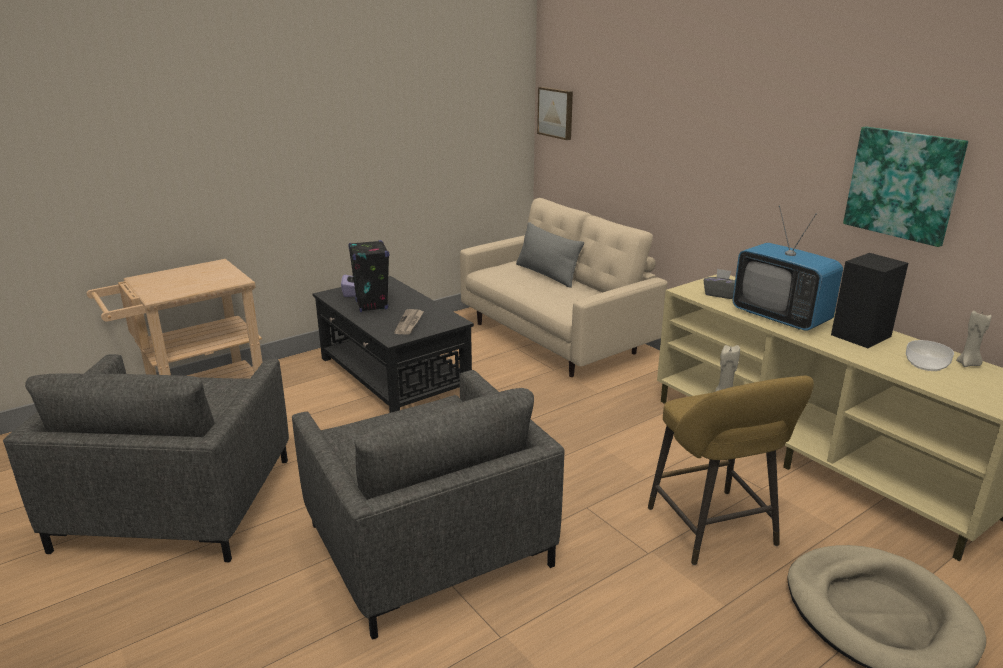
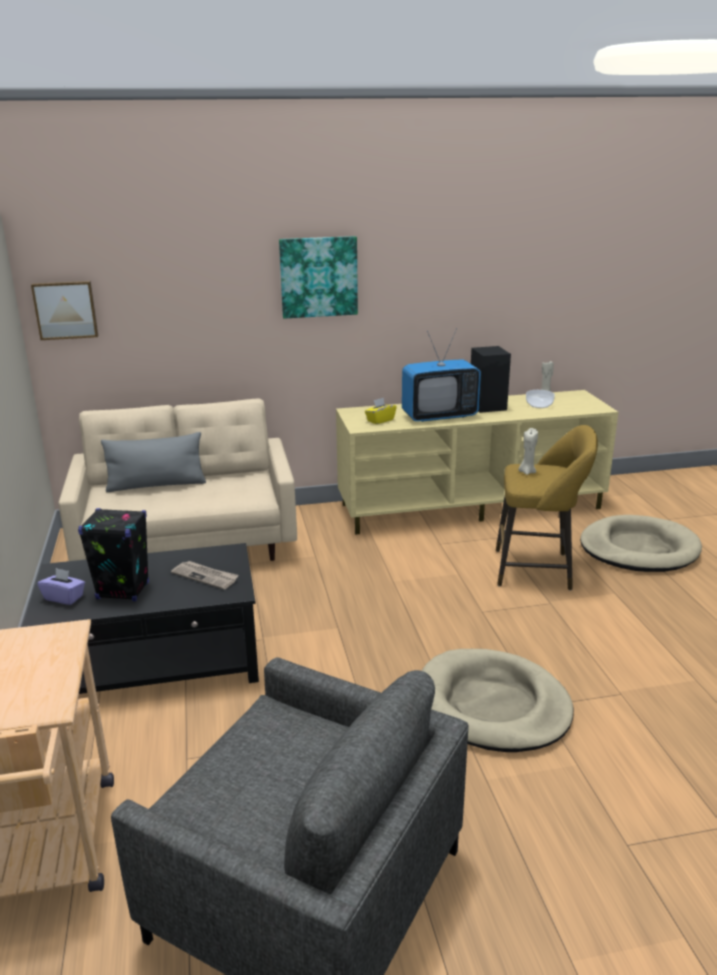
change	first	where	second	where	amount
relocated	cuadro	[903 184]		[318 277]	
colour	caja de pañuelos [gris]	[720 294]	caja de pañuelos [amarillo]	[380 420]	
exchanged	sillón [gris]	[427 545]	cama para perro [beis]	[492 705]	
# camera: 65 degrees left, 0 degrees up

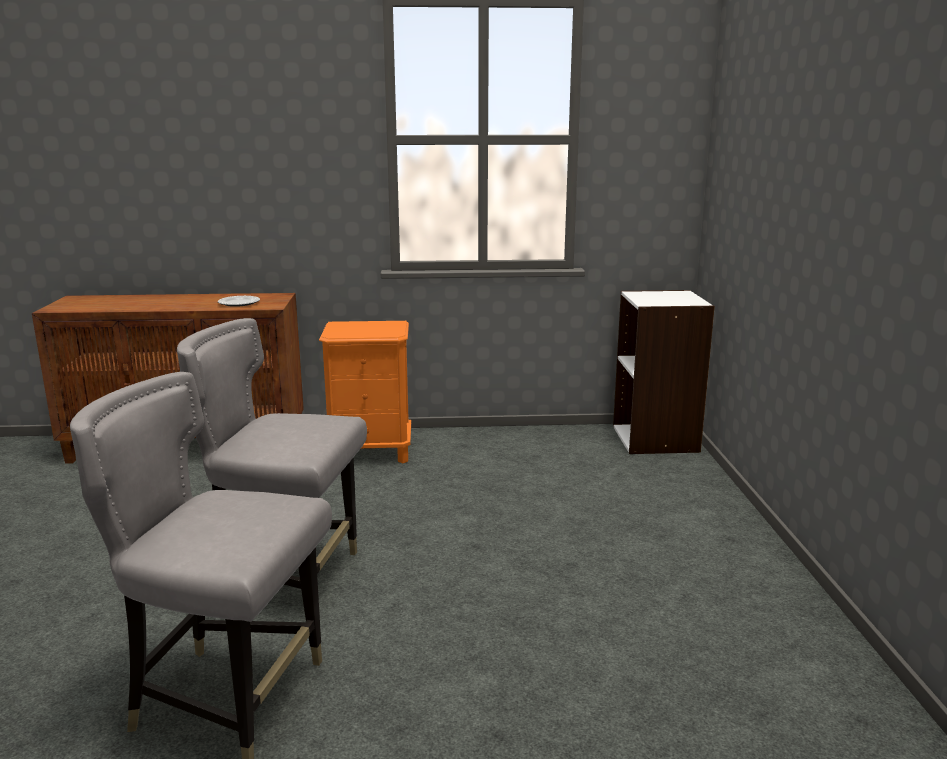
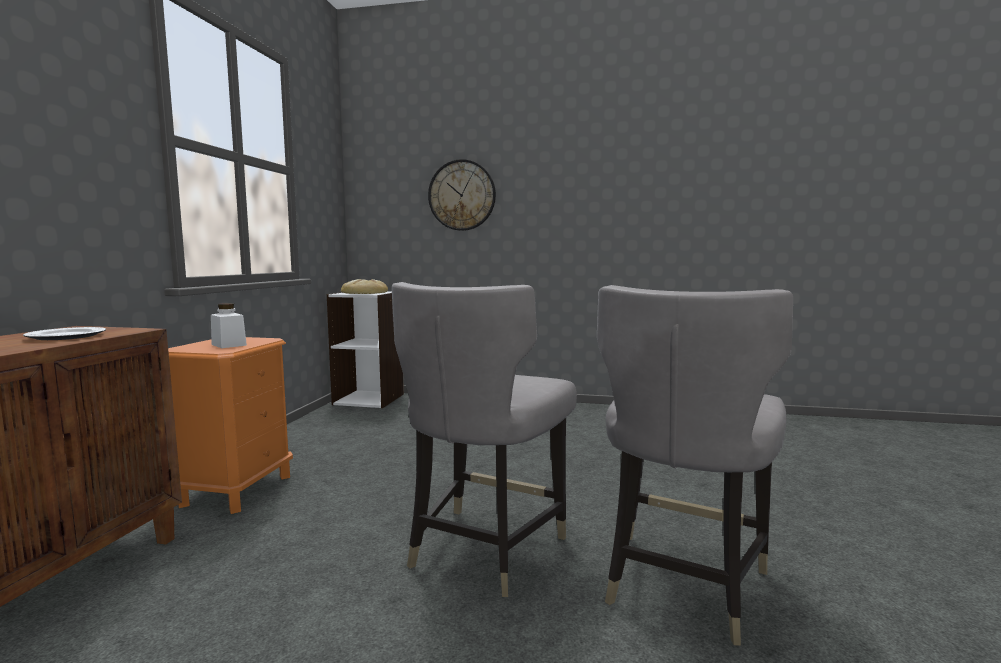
change	first	where	second	where	amount
appeared			tarro [blanco]	[229 345]	
appeared			pan	[365 292]	
appeared			reloj de pared	[462 195]	
# camera: 75 degrees left, 10 degrees down

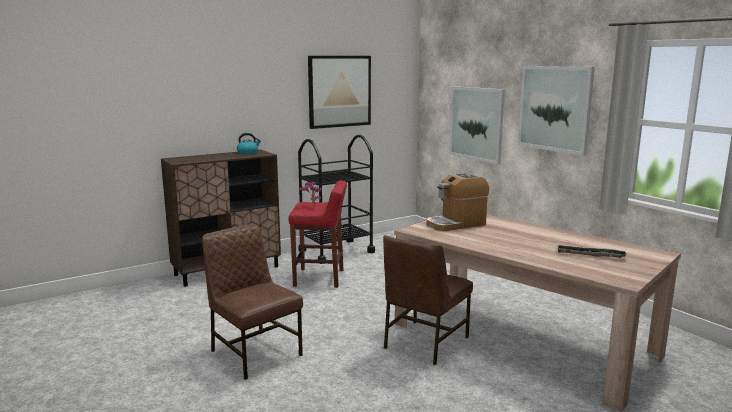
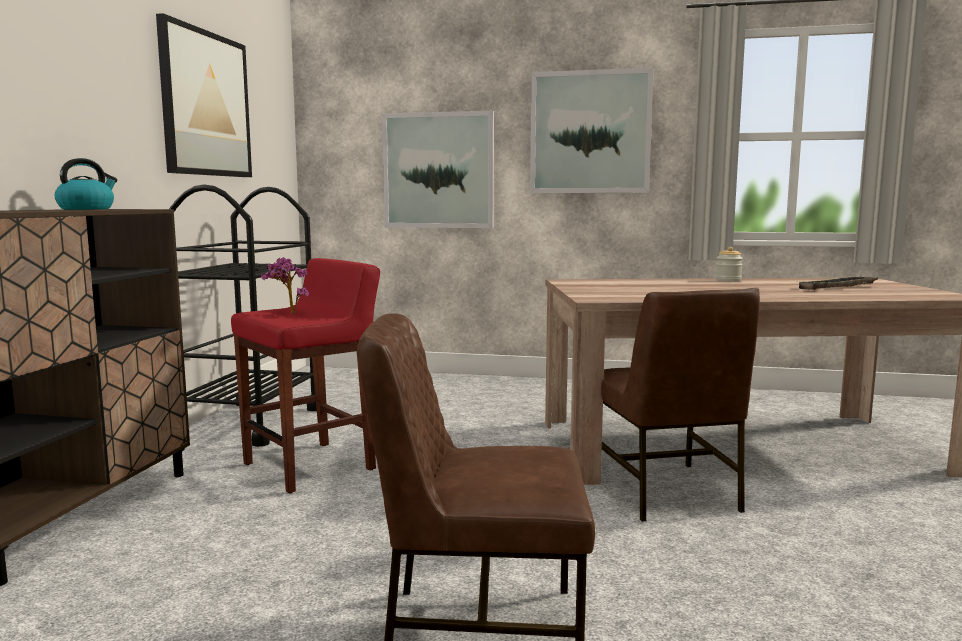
change	first	where	second	where	amount
appeared			tarro	[728 280]	
missing	cafetera	[456 224]			
# camera: 45 degrees left, 5 degrees down

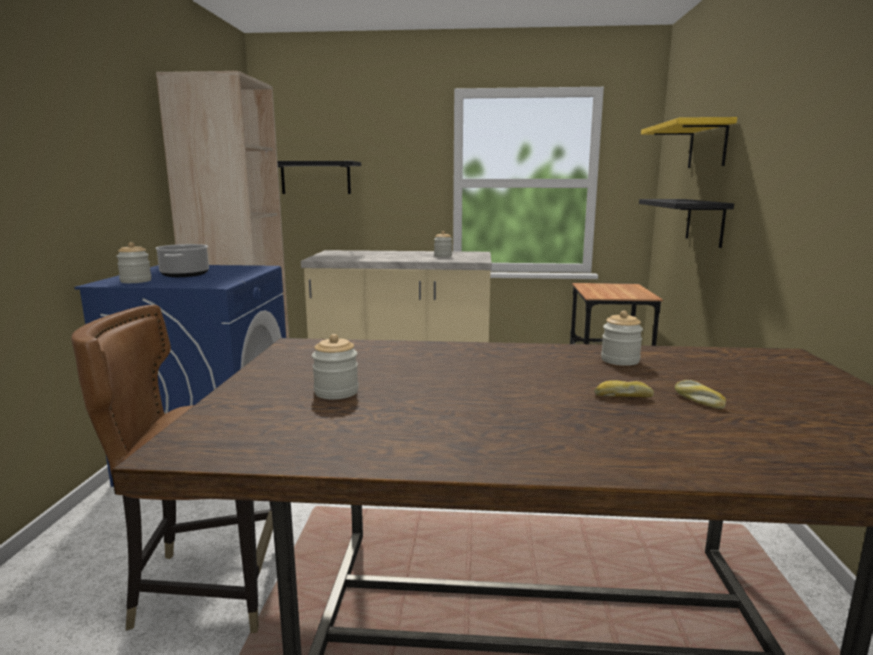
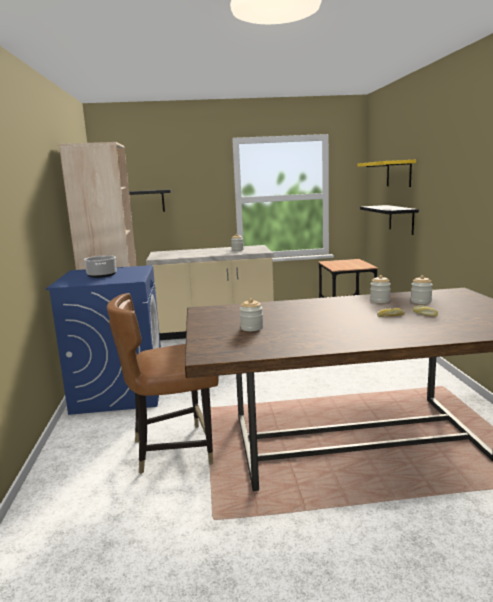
change	first	where	second	where	amount
relocated	tarro	[136 281]		[421 301]	
# camera: 10 degrees left, 0 degrees up

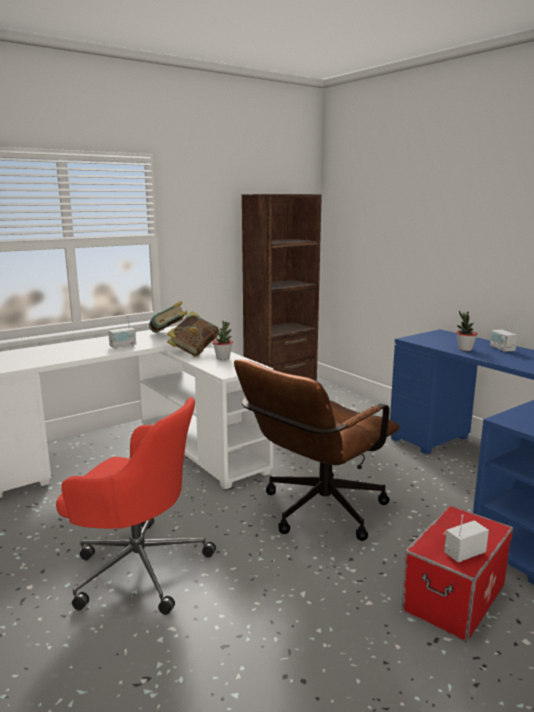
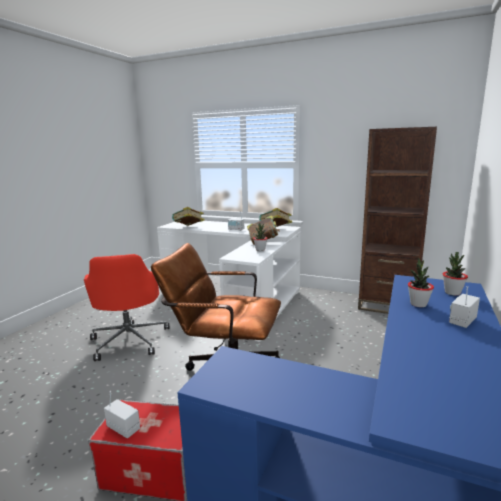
change	first	where	second	where	amount
appeared			libro	[188 227]	
appeared			planta en maceta	[452 293]	
# camera: 60 degrees right, 0 degrees up

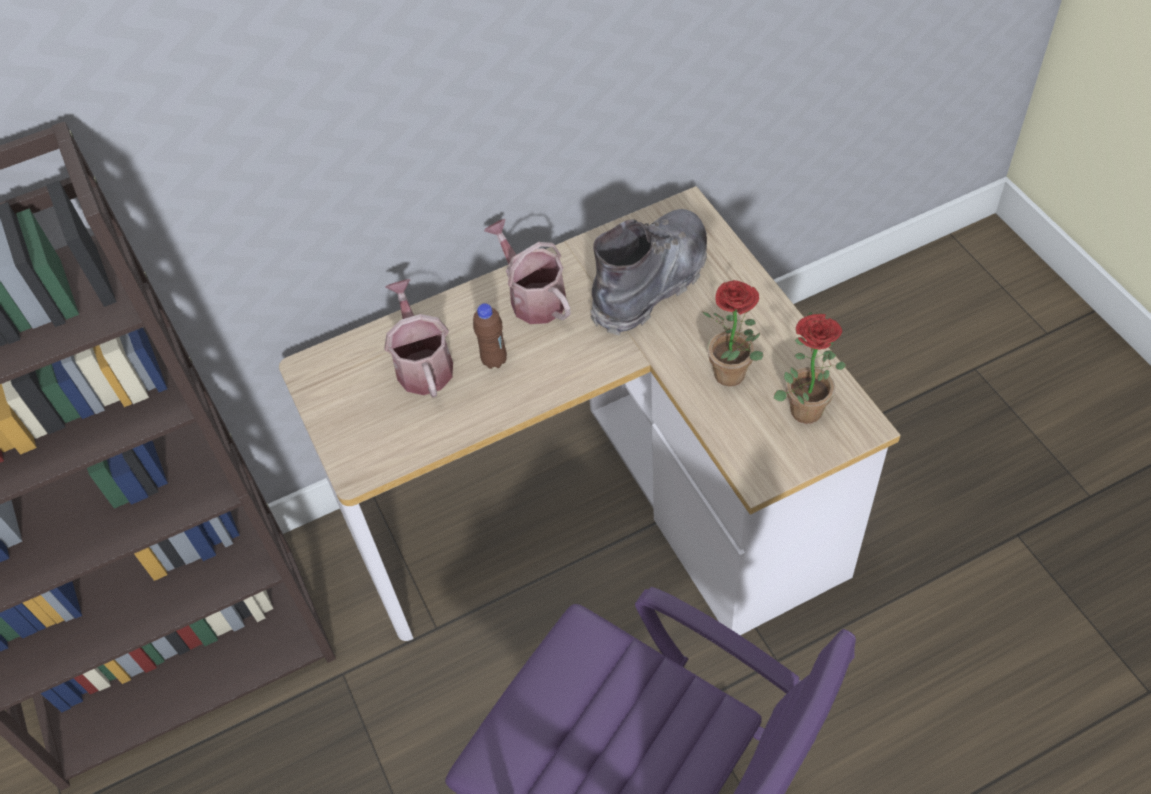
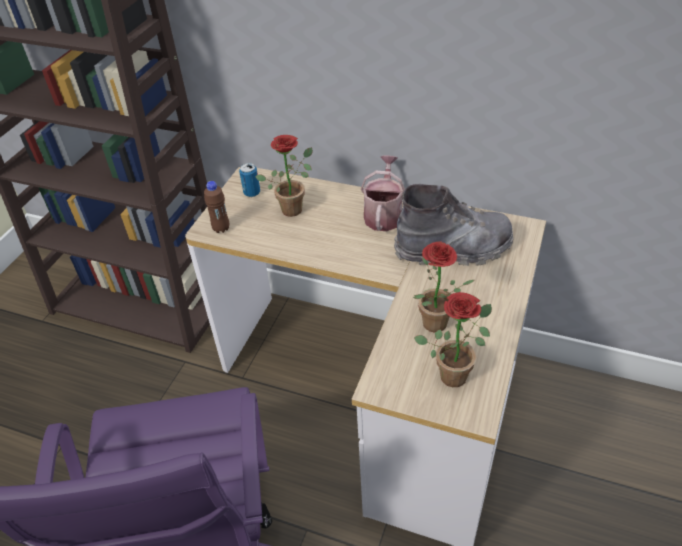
change	first	where	second	where	amount
relocated	botella [marrón]	[494 360]		[221 228]	
appeared			lata	[252 193]	
exchanged	regadera	[422 364]	planta en maceta	[294 207]	
# camera: 45 degrees right, 10 degrees down

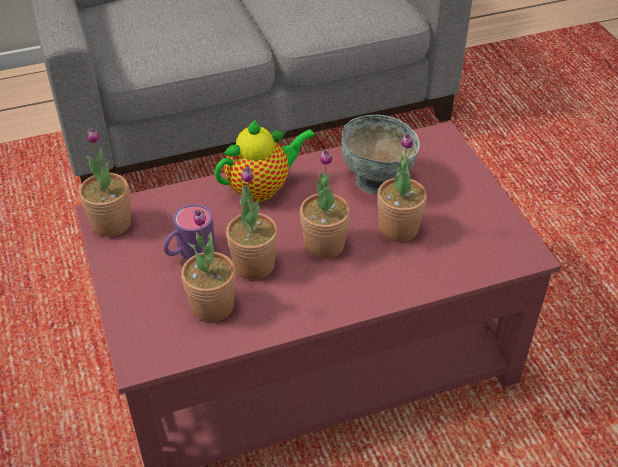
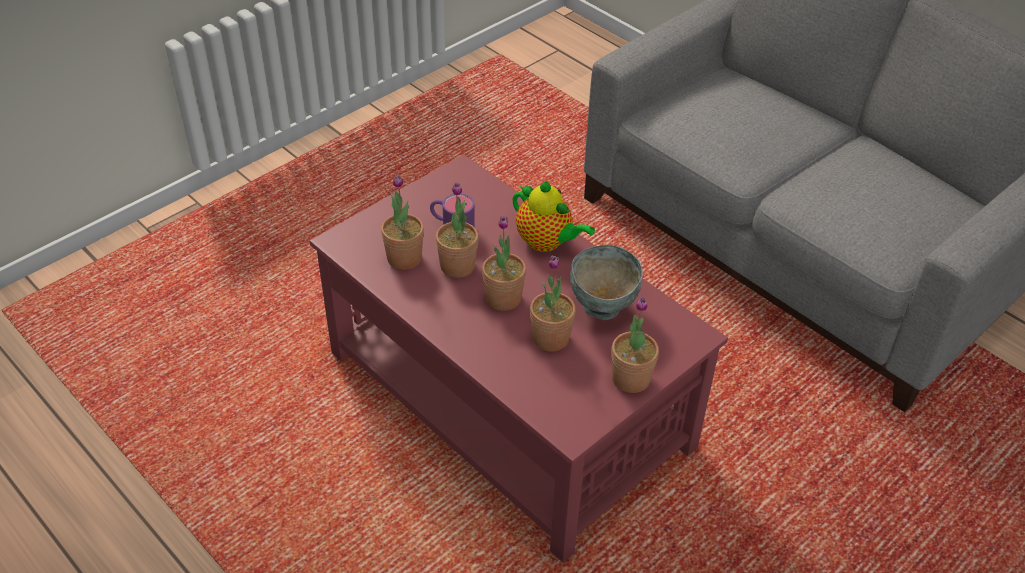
change	first	where	second	where	amount
relocated	planta en maceta	[111 223]		[631 379]	
# camera: 65 degrees right, 0 degrees up

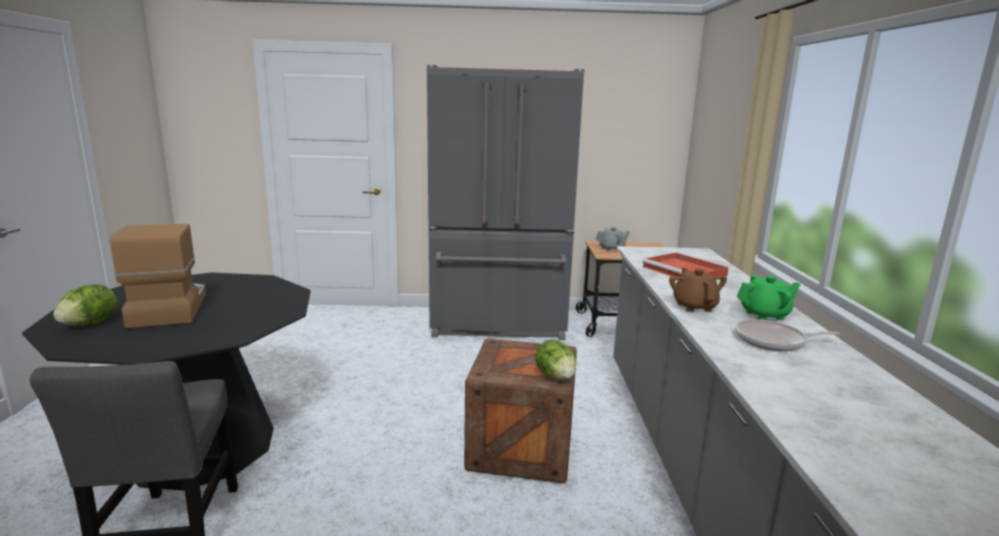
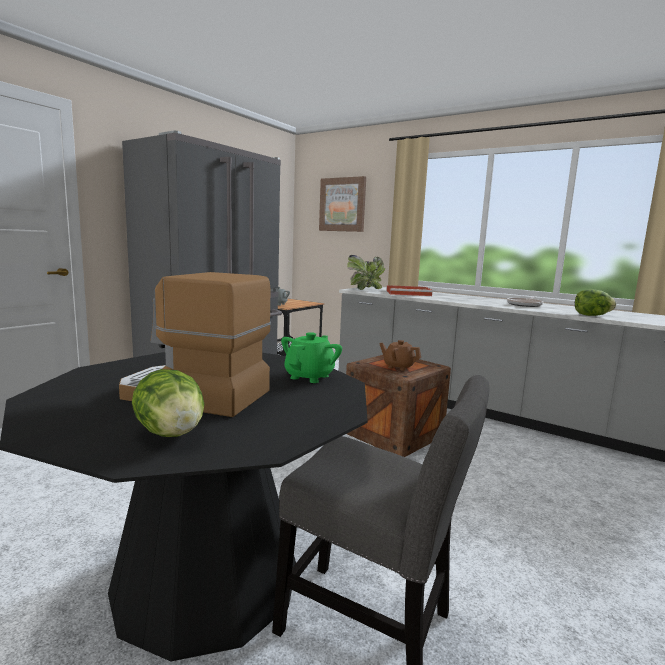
change	first	where	second	where	amount
relocated	tetera [verde]	[765 315]		[310 376]	
appeared			cuadro	[342 204]	
appeared			planta en maceta	[366 290]	
relocated	tetera [marrón]	[694 307]		[398 367]	
relocated	lechuga	[555 377]		[591 315]	
# camera: 55 degrees left, 5 degrees down

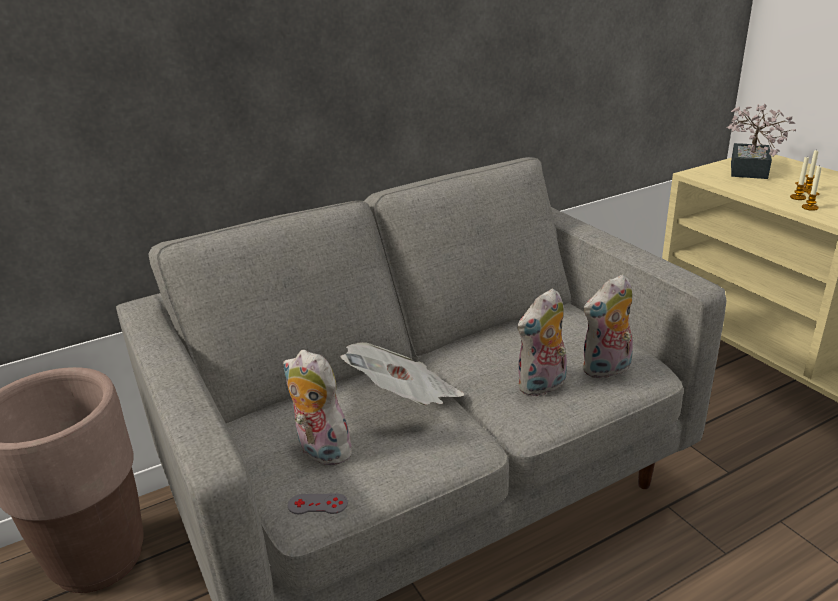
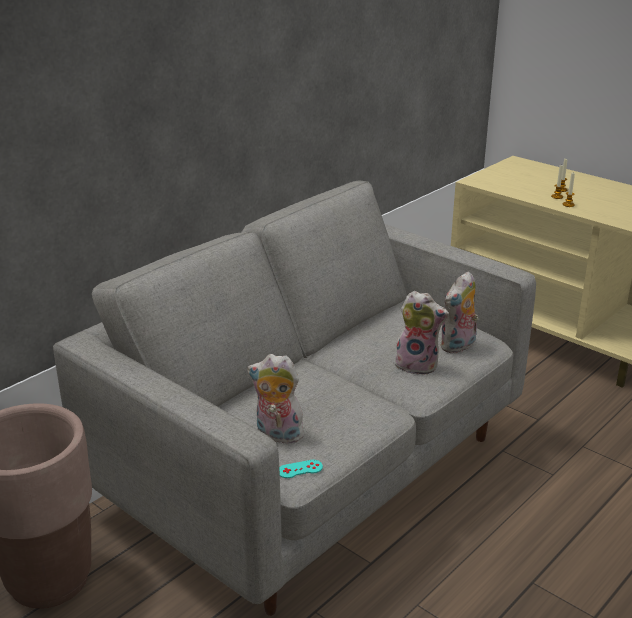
change	first	where	second	where	amount
colour	mando de consola [gris]	[317 504]	mando de consola [turquesa]	[300 469]	
spun	peluche	[542 386]		[418 365]	105 degrees counterclockwise
missing	periódico	[405 399]			
missing	planta en maceta	[748 171]			
# camera: 20 degrees left, 0 degrees up

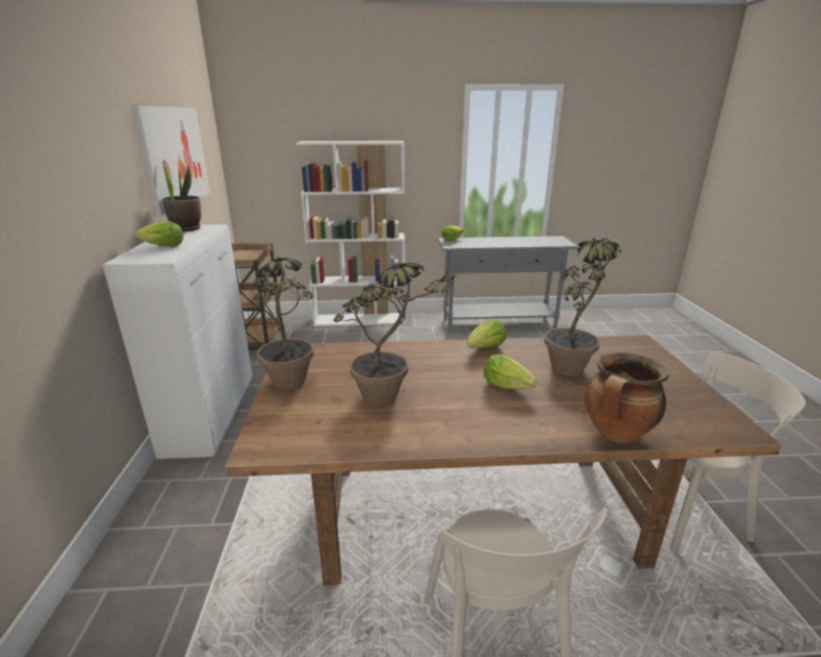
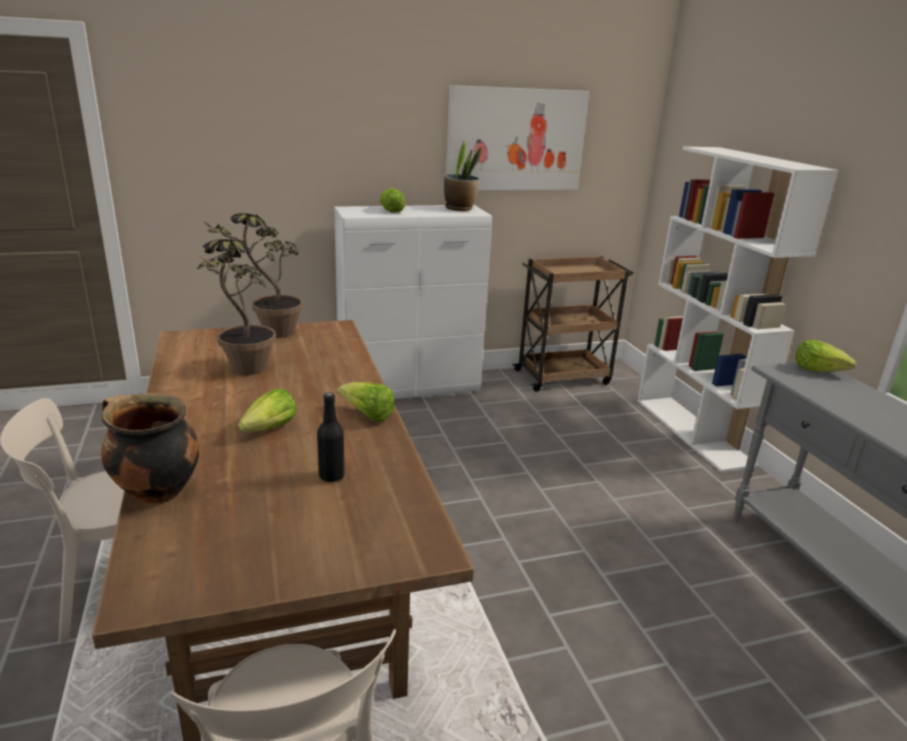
change	first	where	second	where	amount
exchanged	planta en maceta	[573 364]	botella [negro]	[331 476]	
# camera: 75 degrees right, 0 degrees up

